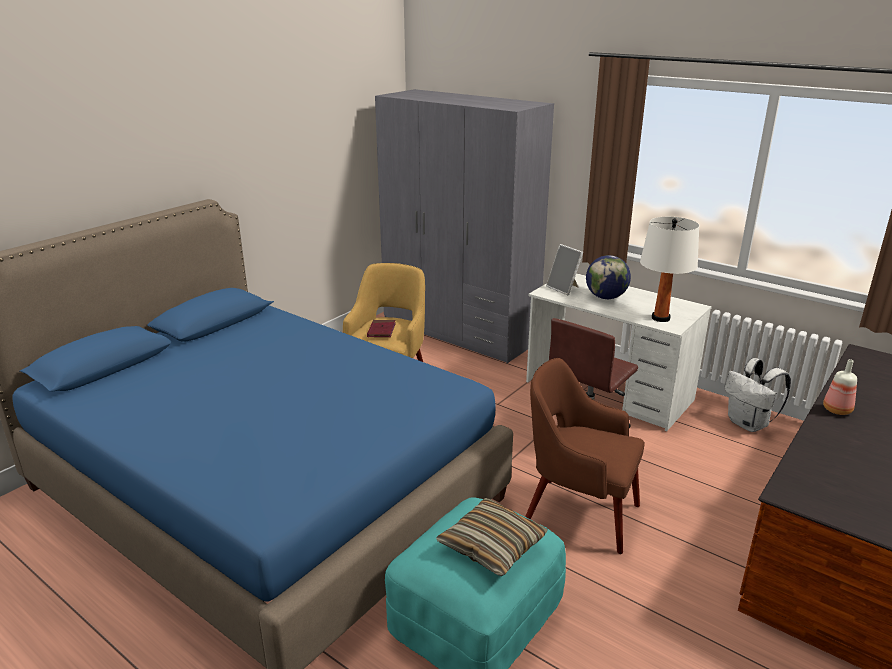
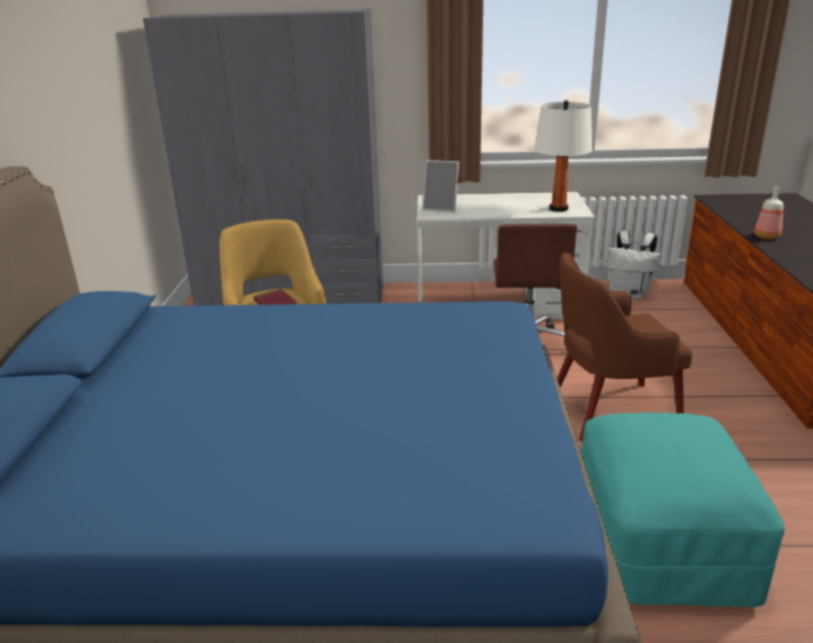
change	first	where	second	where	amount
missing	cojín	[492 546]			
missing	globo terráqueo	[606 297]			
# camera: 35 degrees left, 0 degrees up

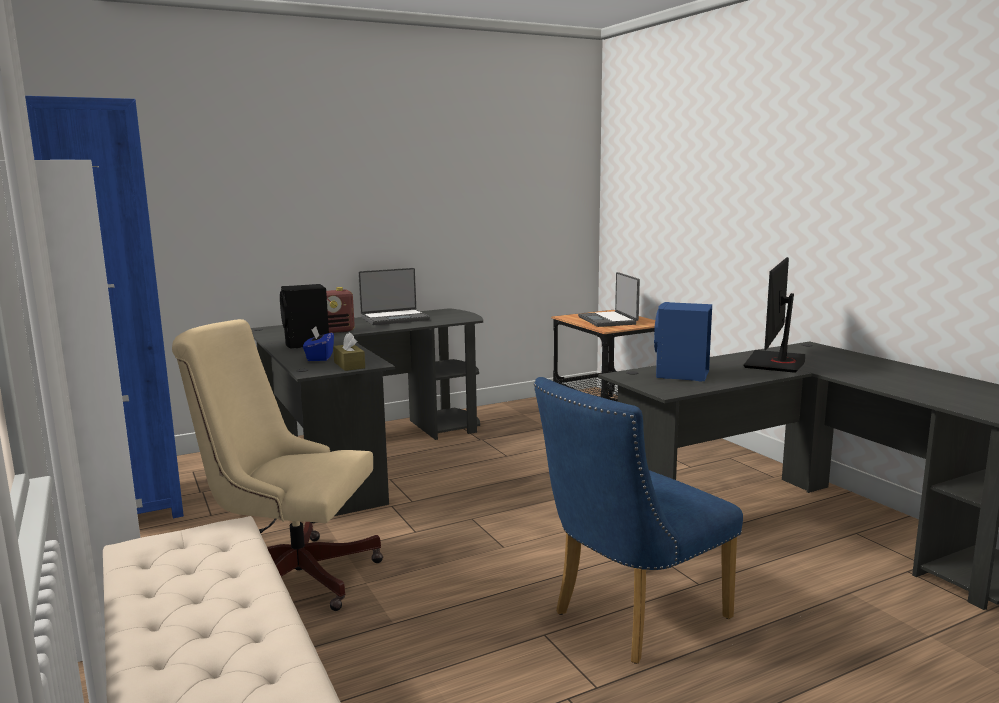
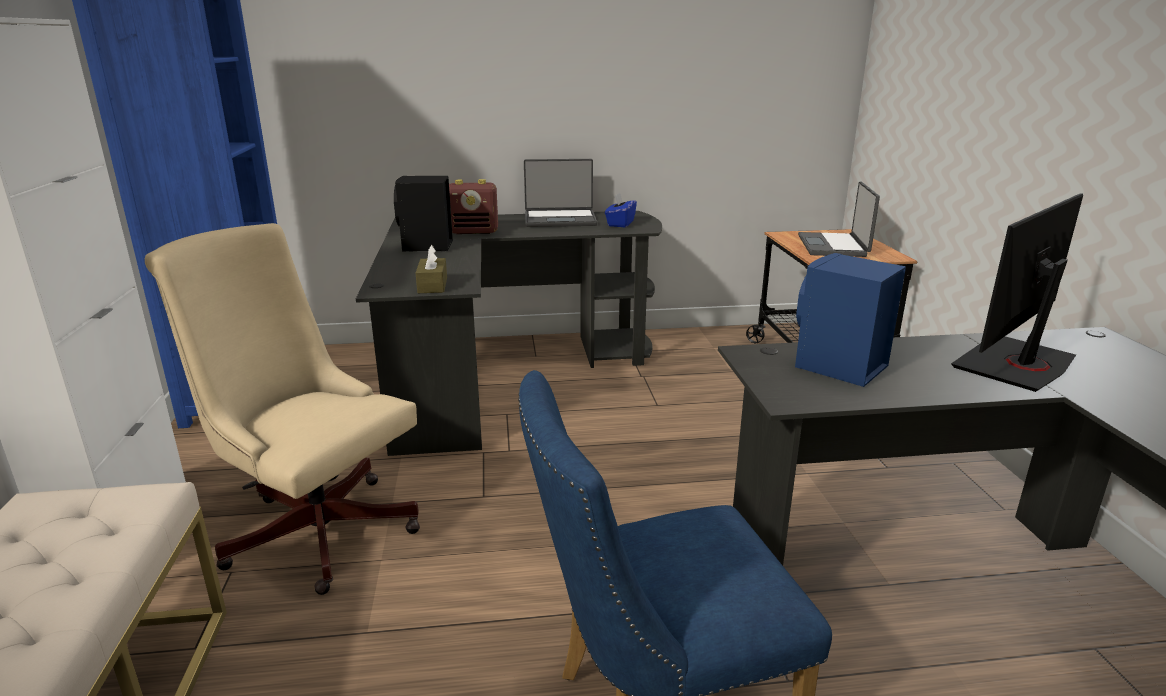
change	first	where	second	where	amount
relocated	caja de pañuelos [azul]	[319 357]		[620 223]	
# camera: 20 degrees right, 10 degrees up

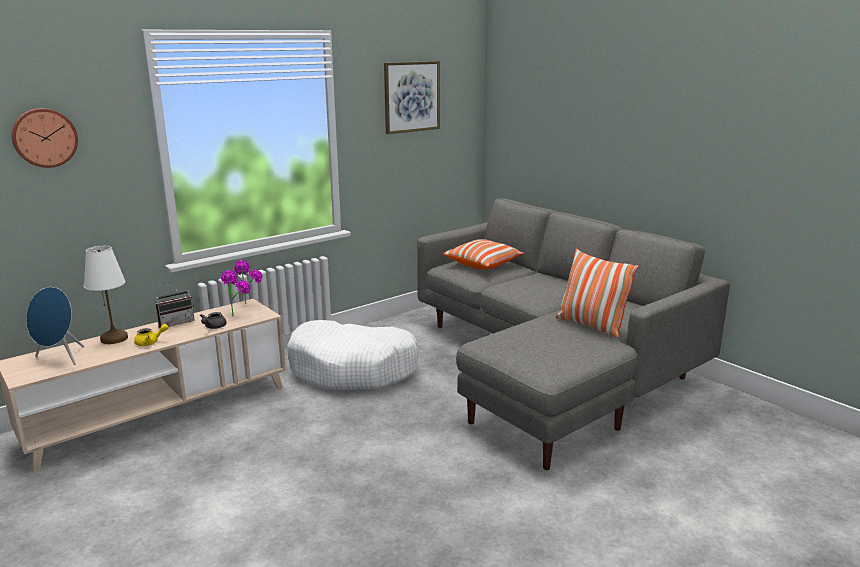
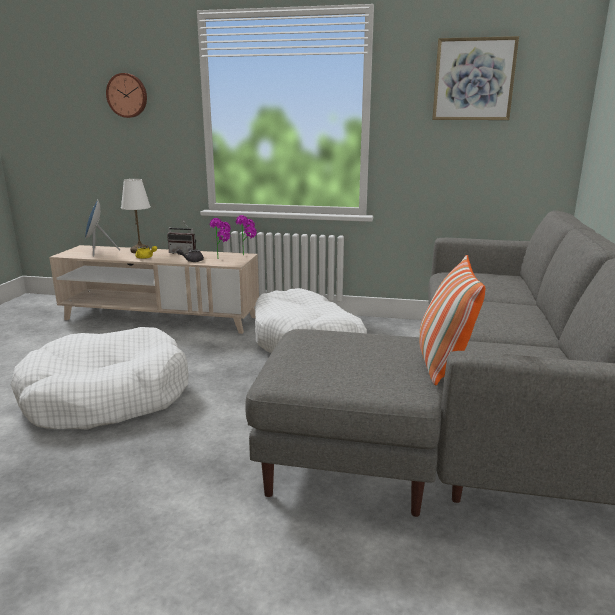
change	first	where	second	where	amount
appeared			cama para perro [blanco]	[106 396]	
missing	cojín	[483 264]			
# camera: 50 degrees right, 0 degrees up

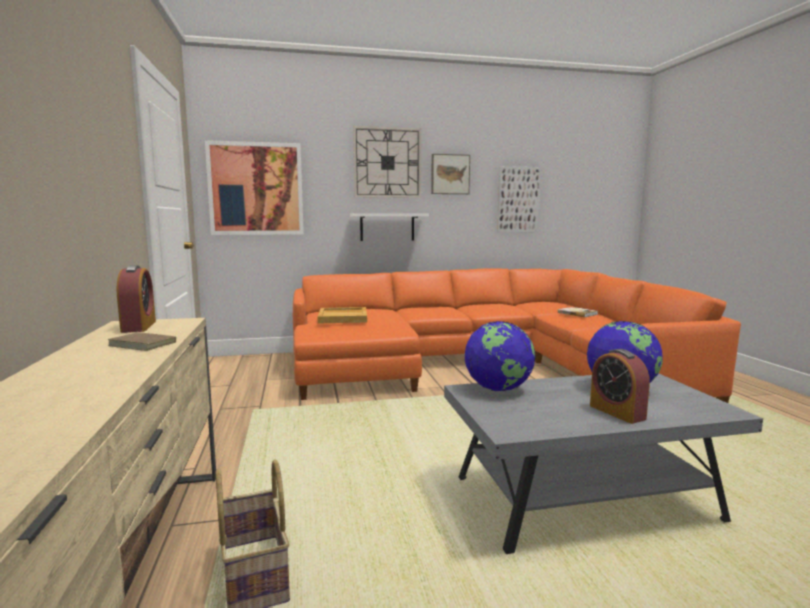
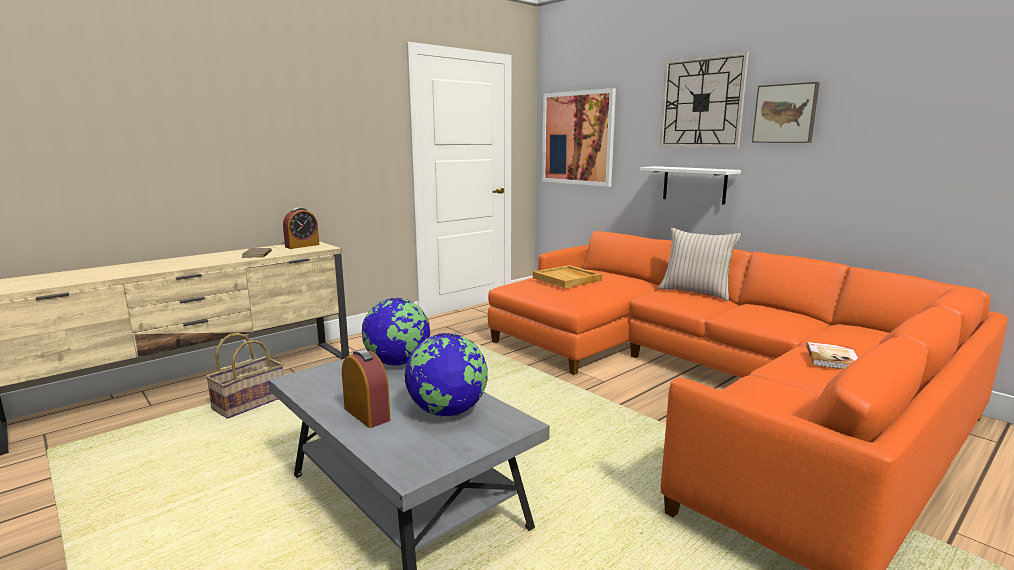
change	first	where	second	where	amount
spun	despertador	[617 412]		[367 414]	105 degrees clockwise
appeared			cojín [beis]	[695 293]	
missing	cuadro	[518 200]			
# camera: 60 degrees right, 5 degrees up

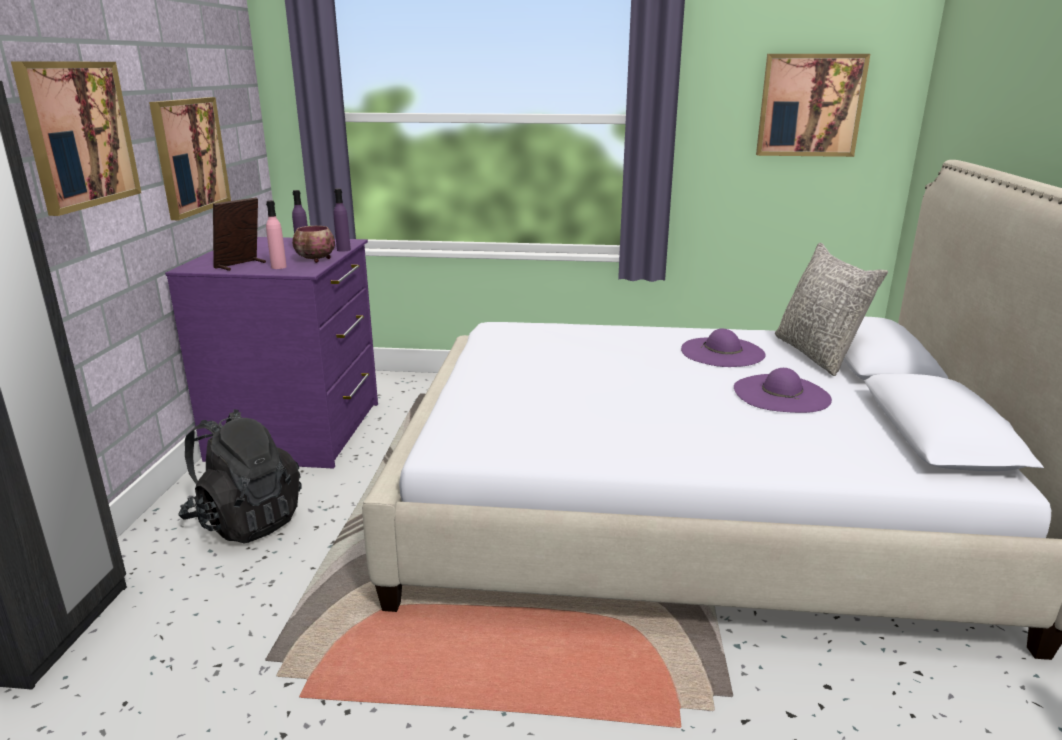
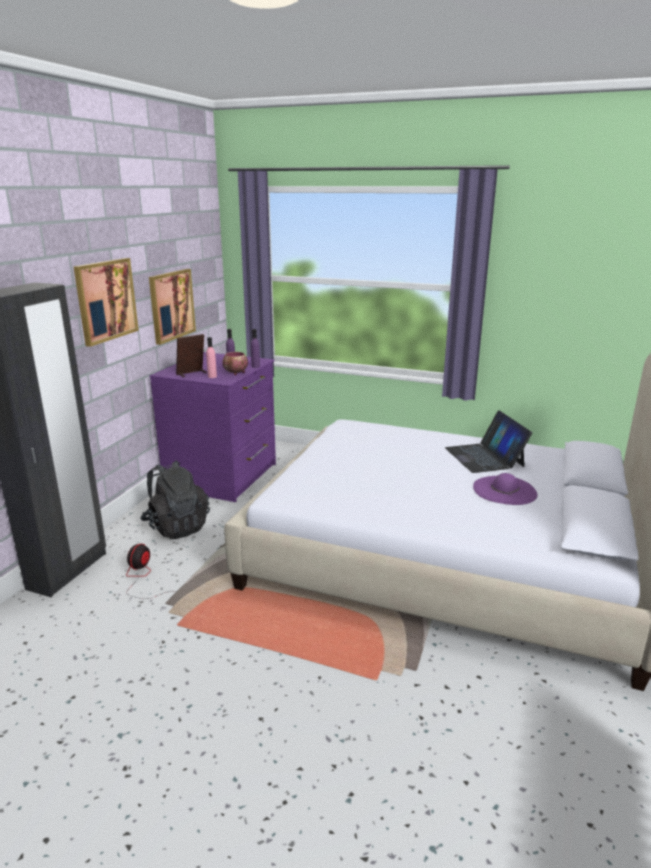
change	first	where	second	where	amount
appeared			ventilador	[143 579]	
exchanged	sombrero [morado]	[722 352]	portátil	[484 457]	
missing	cuadro	[810 105]			
missing	cojín [gris]	[818 354]			
# camera: 15 degrees right, 0 degrees up

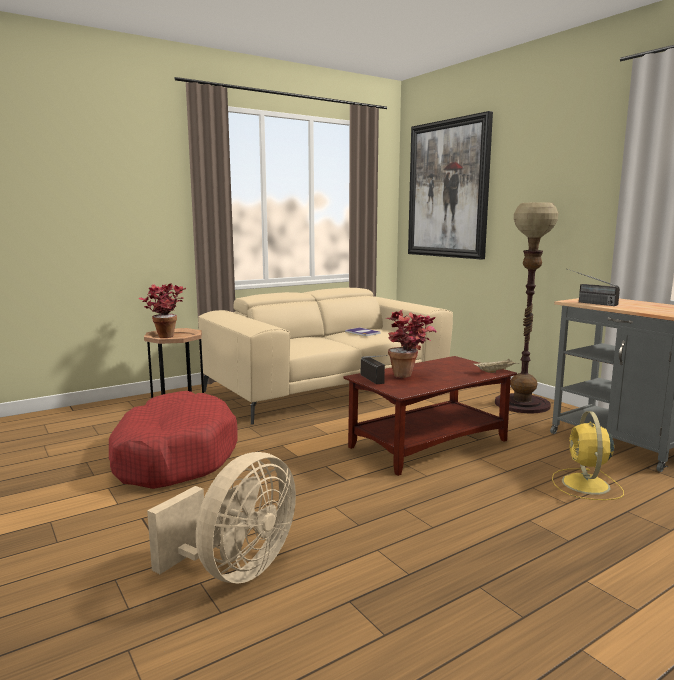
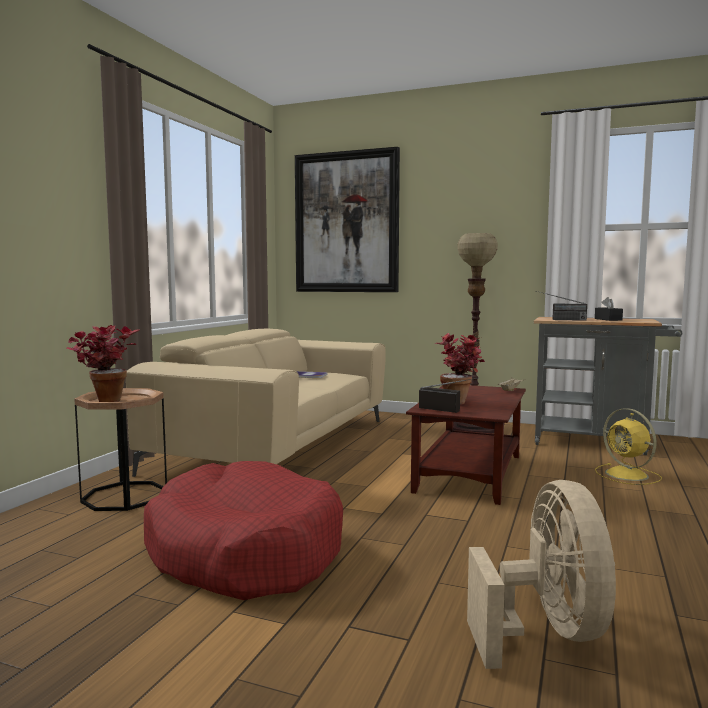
change	first	where	second	where	amount
appeared			caja de pañuelos [negro]	[608 319]	
# camera: 35 degrees left, 5 degrees down

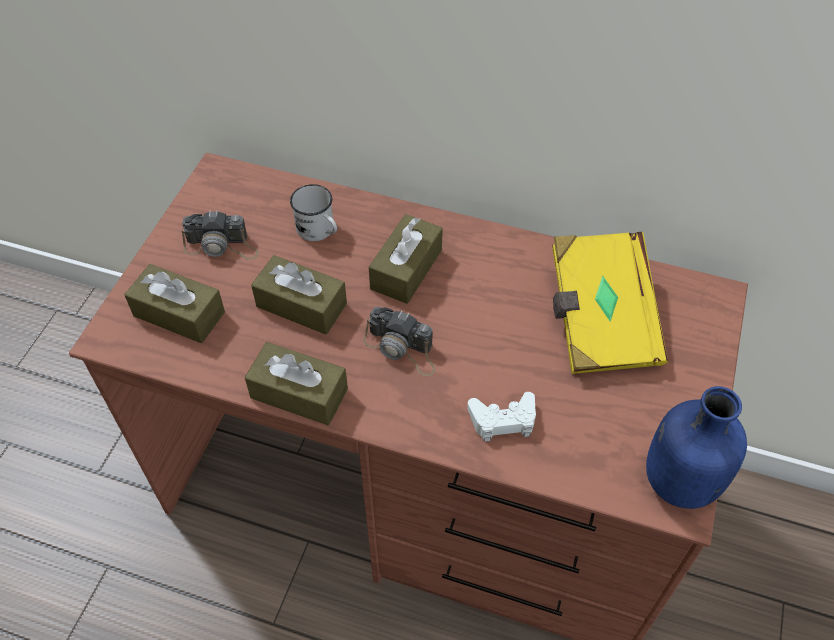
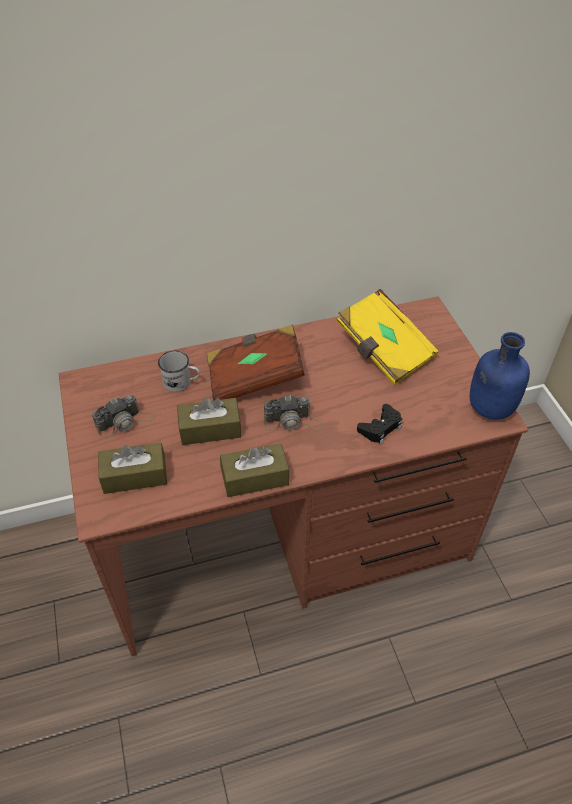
change	first	where	second	where	amount
exchanged	caja de pañuelos [marrón]	[406 269]	libro [marrón]	[255 377]	
colour	mando de consola [blanco]	[503 420]	mando de consola [negro]	[380 427]	
# camera: 35 degrees left, 5 degrees down

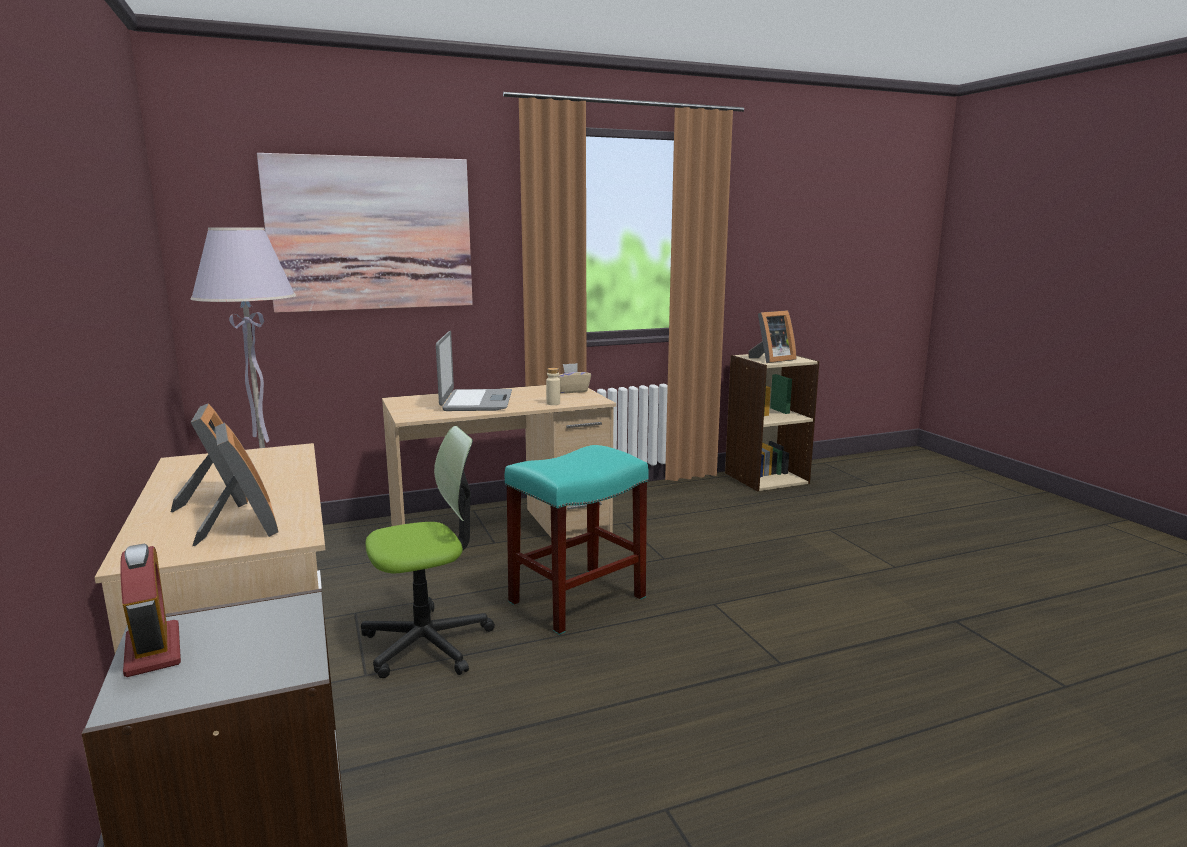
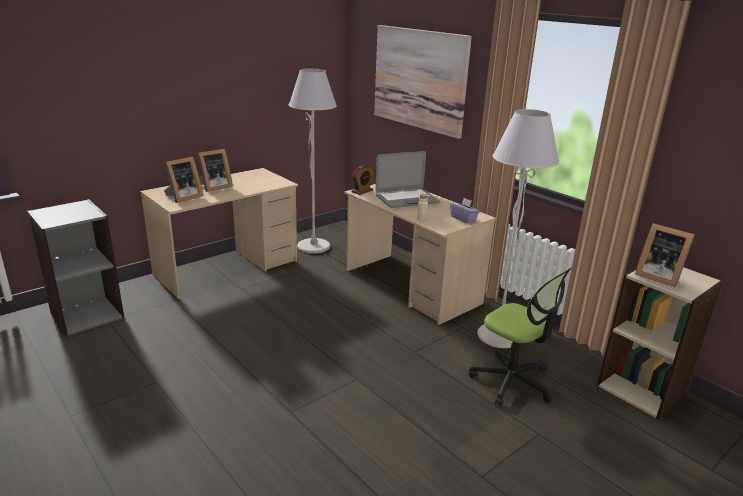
change	first	where	second	where	amount
relocated	despertador	[153 650]		[362 191]	
colour	caja de pañuelos [beis]	[571 391]	caja de pañuelos [morado]	[463 218]	
relocated	silla de oficina	[427 643]		[512 381]	
appeared			lámpara de pie [gris]	[498 336]	
missing	taburete [turquesa]	[577 600]			
# camera: 70 degrees right, 10 degrees up

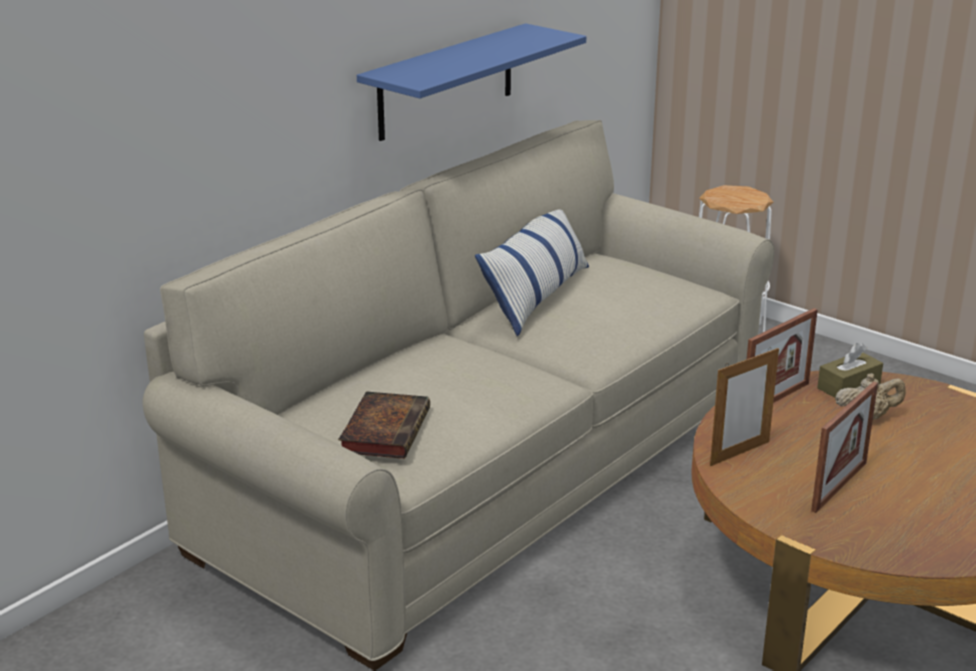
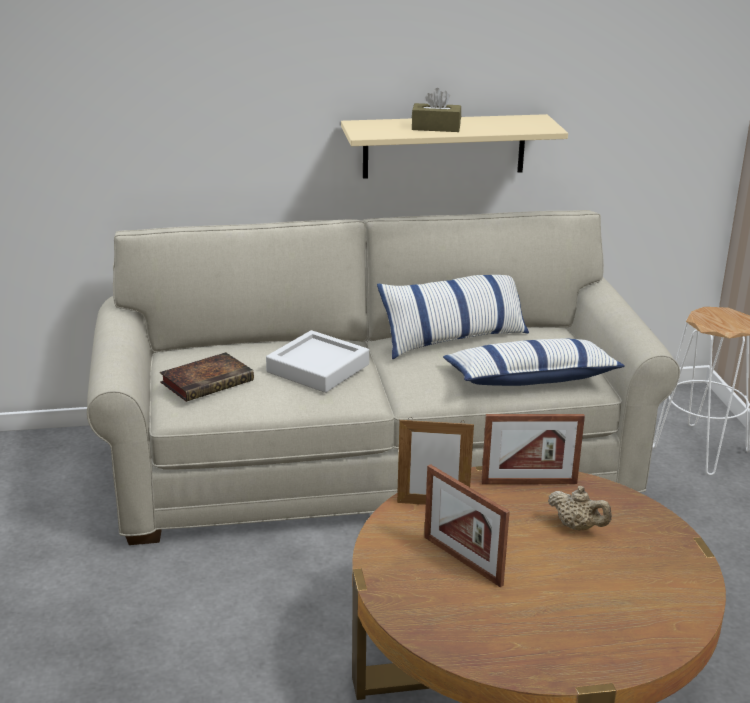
change	first	where	second	where	amount
appeared			bandeja [gris]	[318 368]	
colour	estante [azul]	[446 82]	estante [beis]	[444 146]	
relocated	caja de pañuelos [marrón]	[848 386]		[436 127]	
spun	portarretratos	[839 486]		[462 560]	60 degrees clockwise
appeared			cojín	[530 379]	
# camera: 40 degrees right, 0 degrees up

